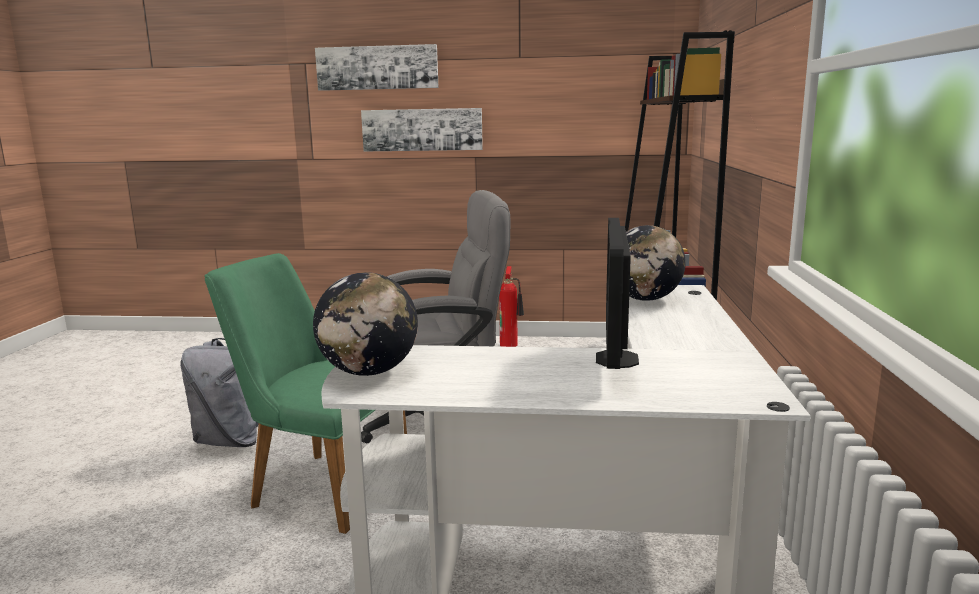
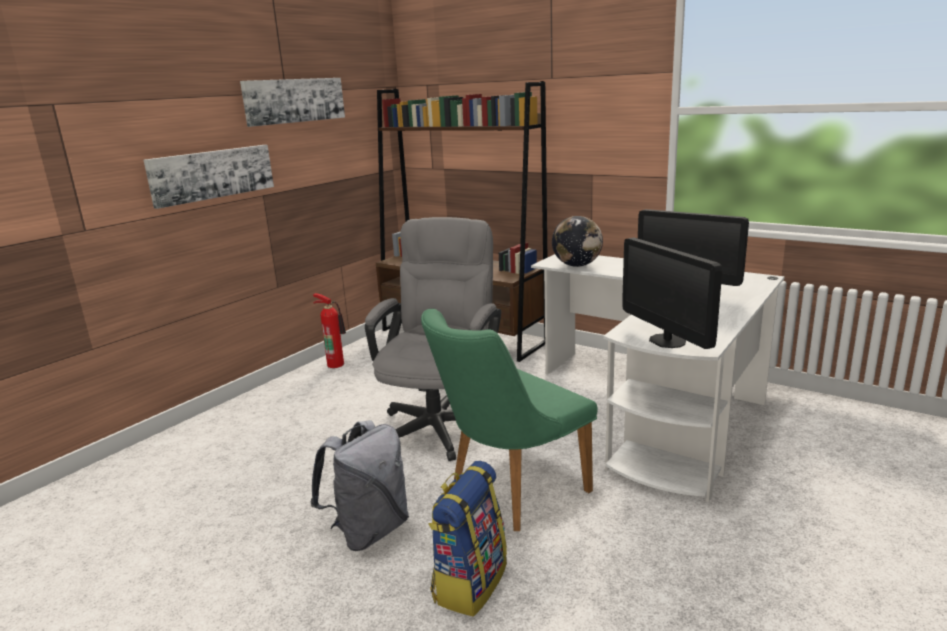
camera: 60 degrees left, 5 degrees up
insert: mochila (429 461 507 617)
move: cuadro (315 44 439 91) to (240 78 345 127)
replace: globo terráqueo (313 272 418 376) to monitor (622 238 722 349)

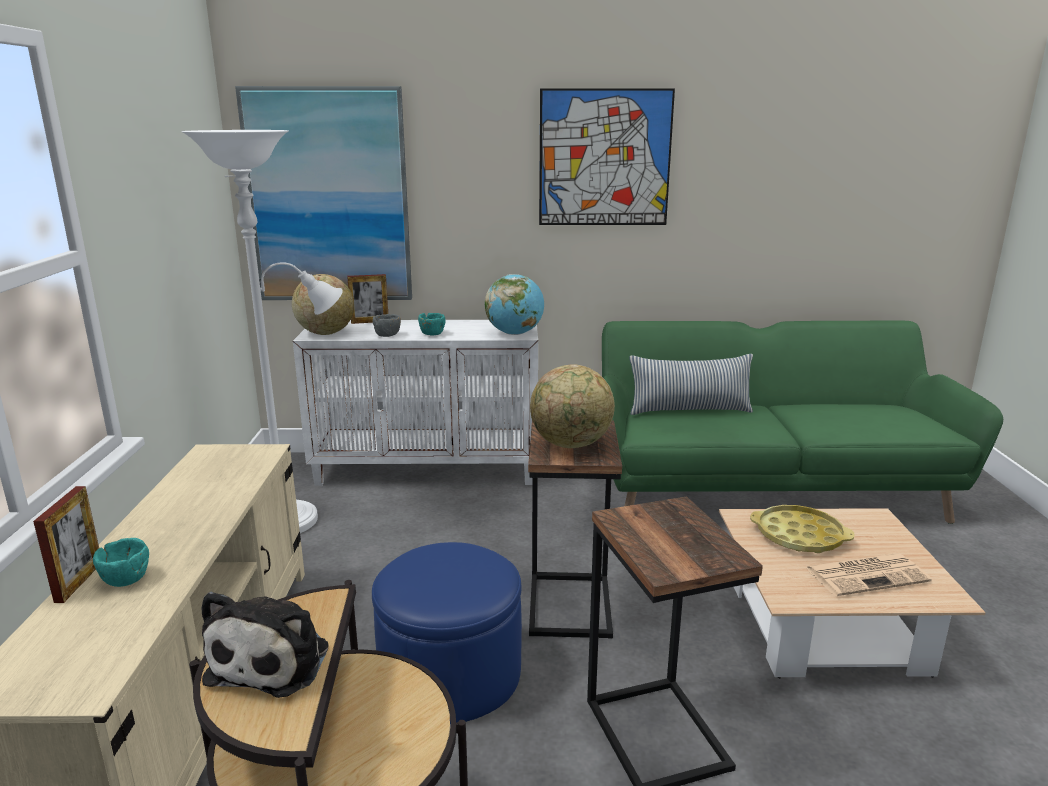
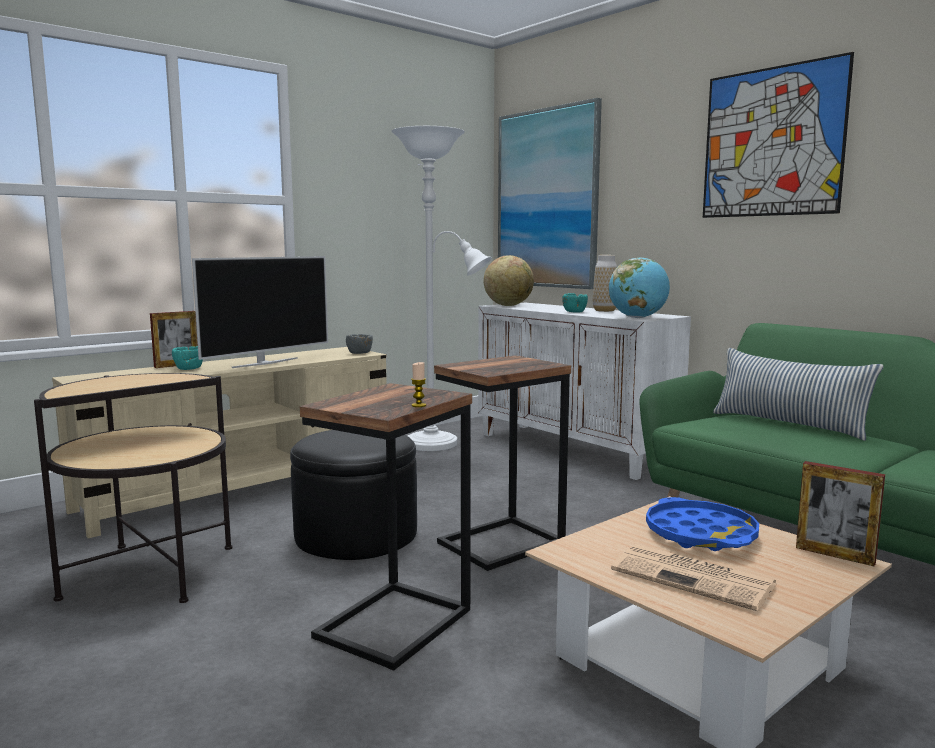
camera: 50 degrees right, 10 degrees down
delete: peluche (201 591 328 698); globo terráqueo (530 364 615 448)
insert: televisor (192 256 328 368); vela (411 362 426 407); florero (593 255 617 312)
move: portarretratos (347 274 388 324) to (796 461 885 566); cuenco/gris (373 314 401 337) to (346 334 373 354)
recolor: puf/azul (372 542 522 724) to puf/negro (290 430 417 560); bandeja/amarillo (750 505 854 553) to bandeja/azul (646 497 759 551)

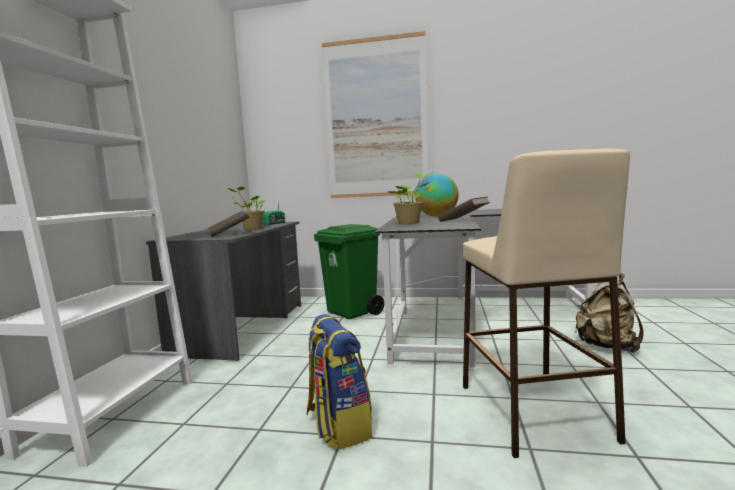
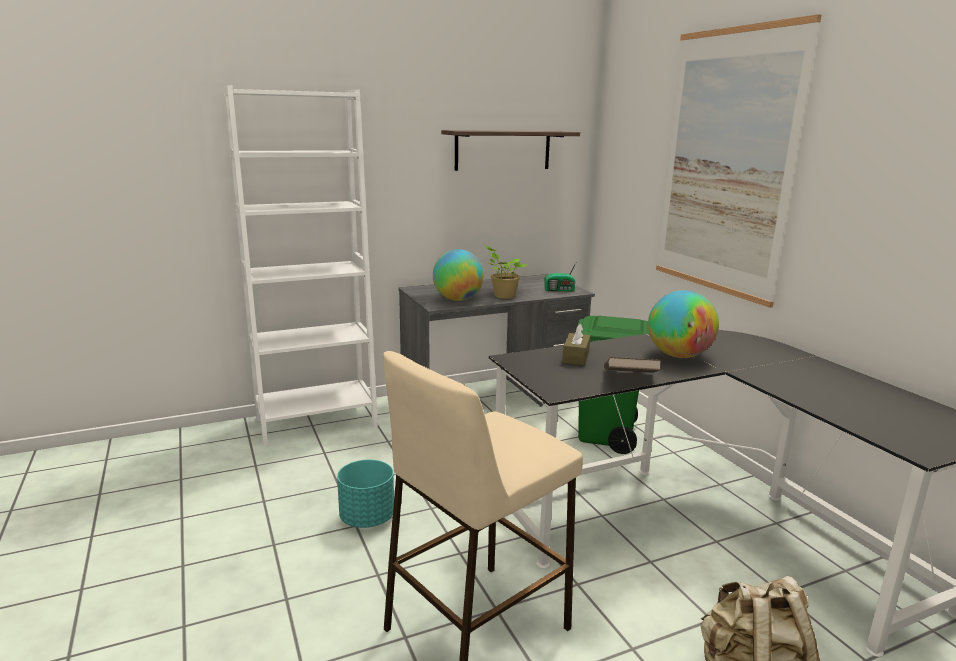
camera: 55 degrees right, 10 degrees up
insert: estante (441 130 580 171)
replace: libro/marrón (207 211 249 237) to globo terráqueo (433 249 484 301); mochila (307 314 372 450) to maceta/turquesa (337 460 394 528); planta en maceta (387 172 433 224) to caja de pañuelos/marrón (562 324 590 365)

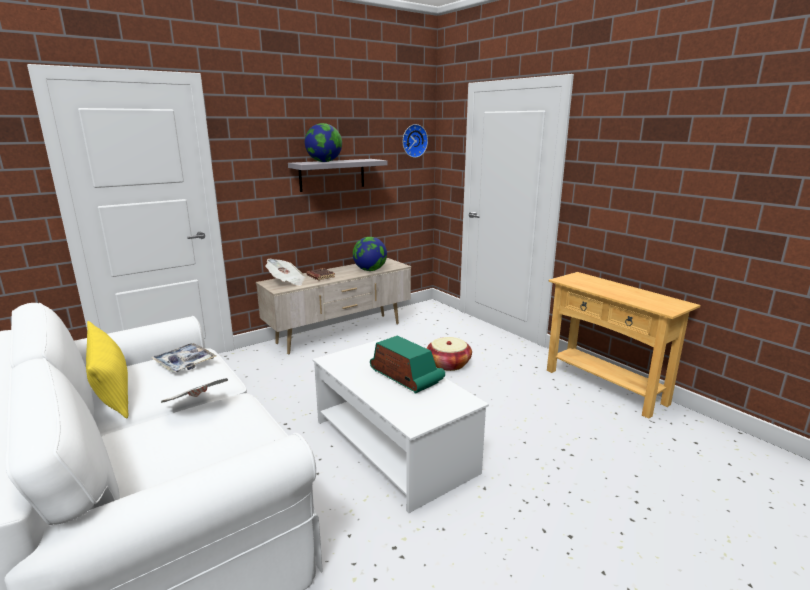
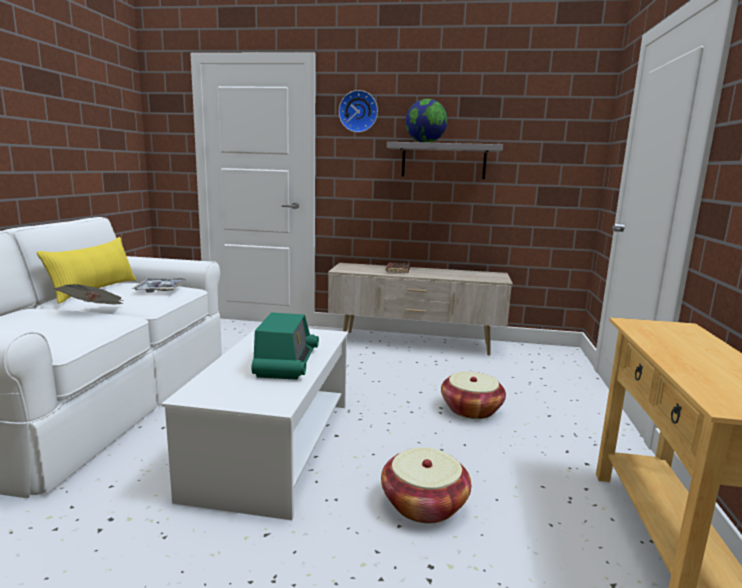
camera: 45 degrees right, 5 degrees down
delete: periódico (265 259 306 286); globo terráqueo (353 237 387 271)
insert: cesta (381 447 471 523)
move: reloj de pared (402 124 428 158) to (339 90 378 133)

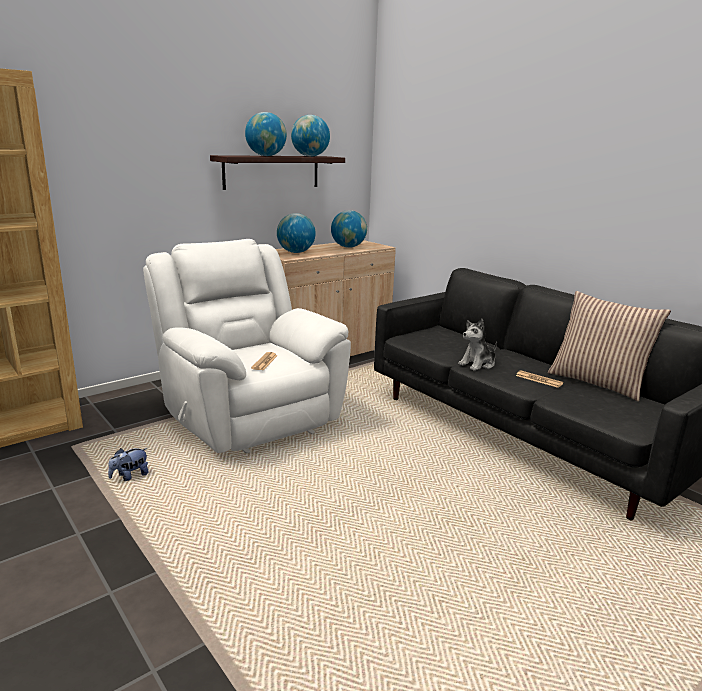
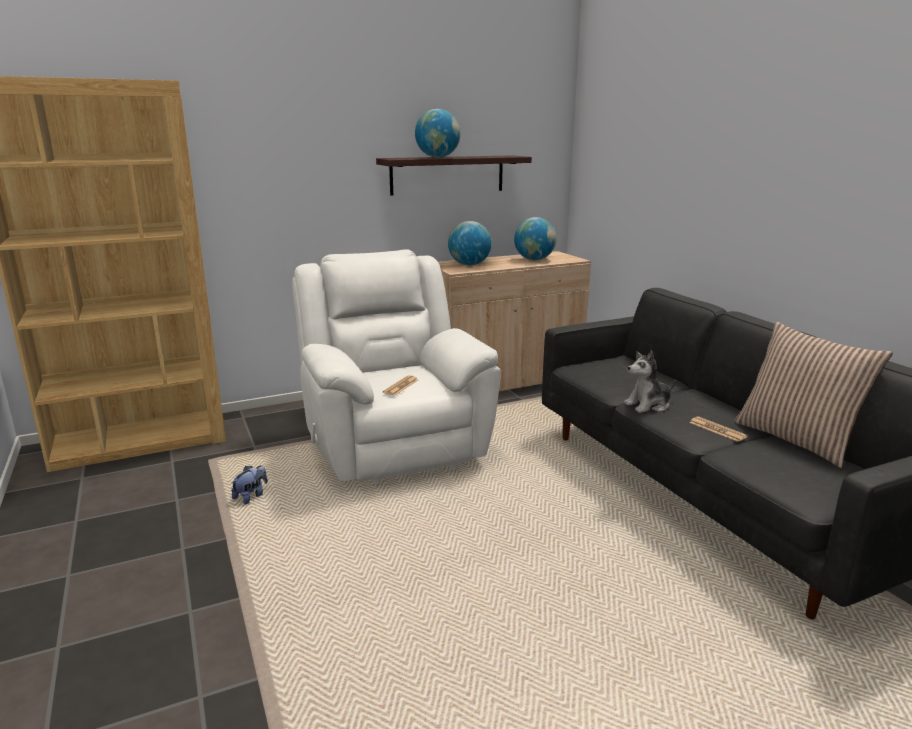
camera: 15 degrees right, 0 degrees up
delete: globo terráqueo (291 115 330 157)
rotate: peluche (108 448 149 481) = (231 465 268 504) 150 degrees clockwise

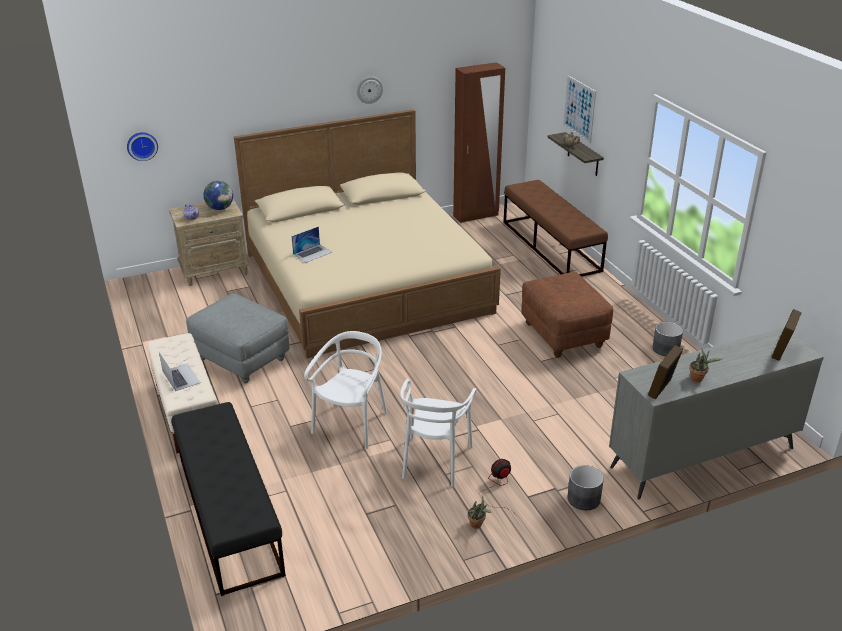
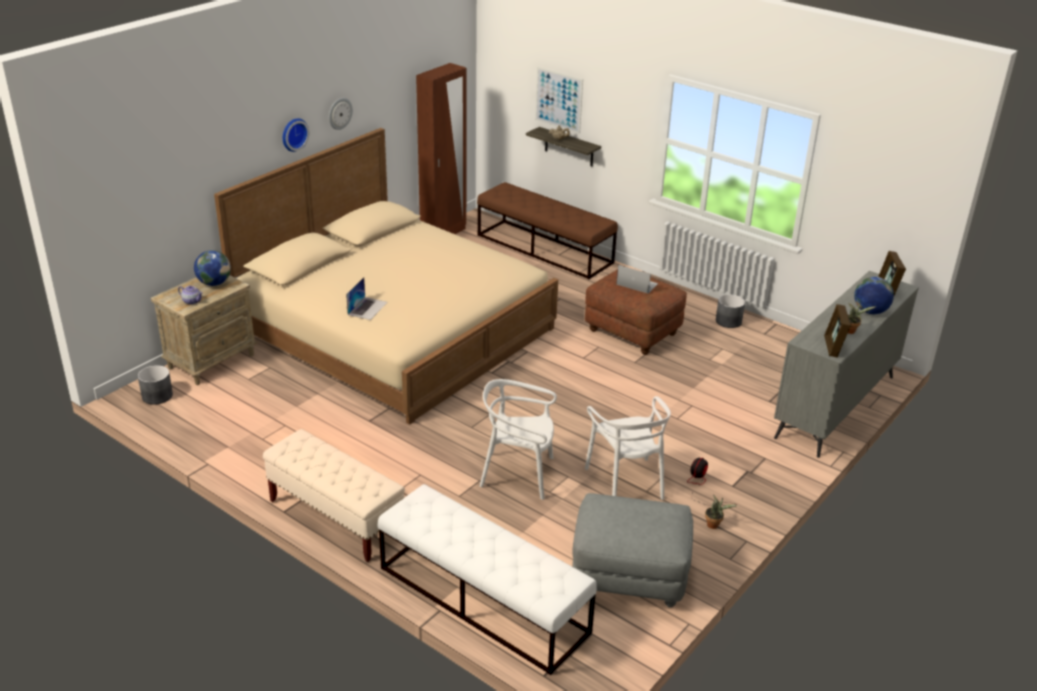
camera: 30 degrees left, 0 degrees up
insert: globo terráqueo (854 277 894 314)
move: reloj de pared (127 132 158 161) to (283 119 309 152); portátil (159 352 201 391) to (617 265 658 294); puf/gris (186 293 290 383) to (572 493 693 608); maceta/gris (567 465 604 510) to (138 365 173 405)
recolor: banco/negro (171 402 286 596) to banco/blanco (377 484 597 675)
rotate: silla/blanco (304 331 387 449) = (480 379 557 500) 75 degrees counterclockwise

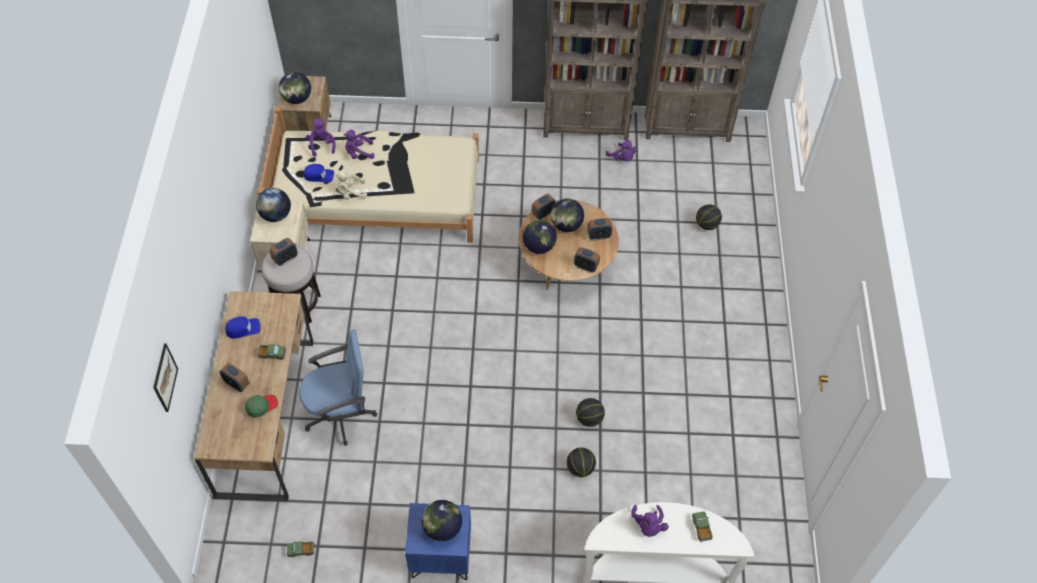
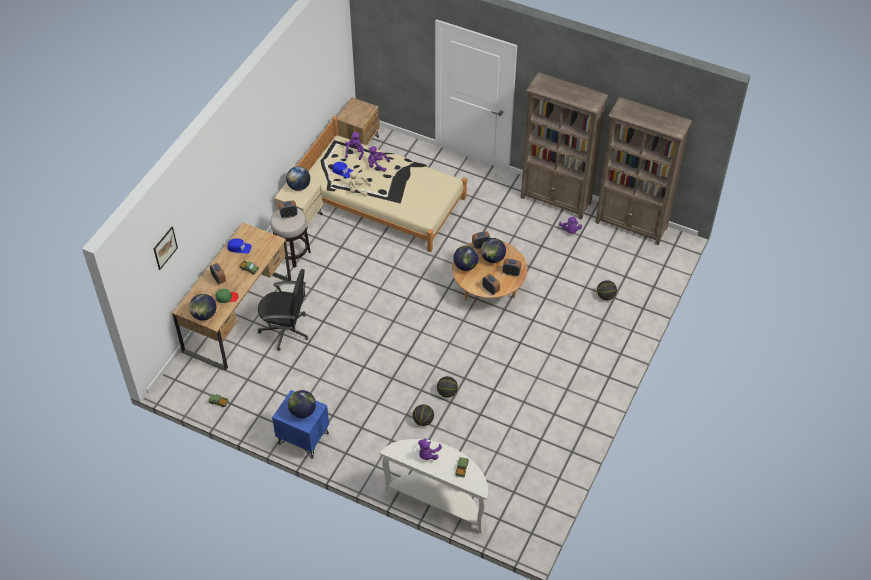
camera: 25 degrees right, 5 degrees down
move: globo terráqueo (279 72 311 104) to (189 294 216 321)
recolor: silla de oficina/azul (299 329 377 446) to silla de oficina/negro (258 269 309 351)

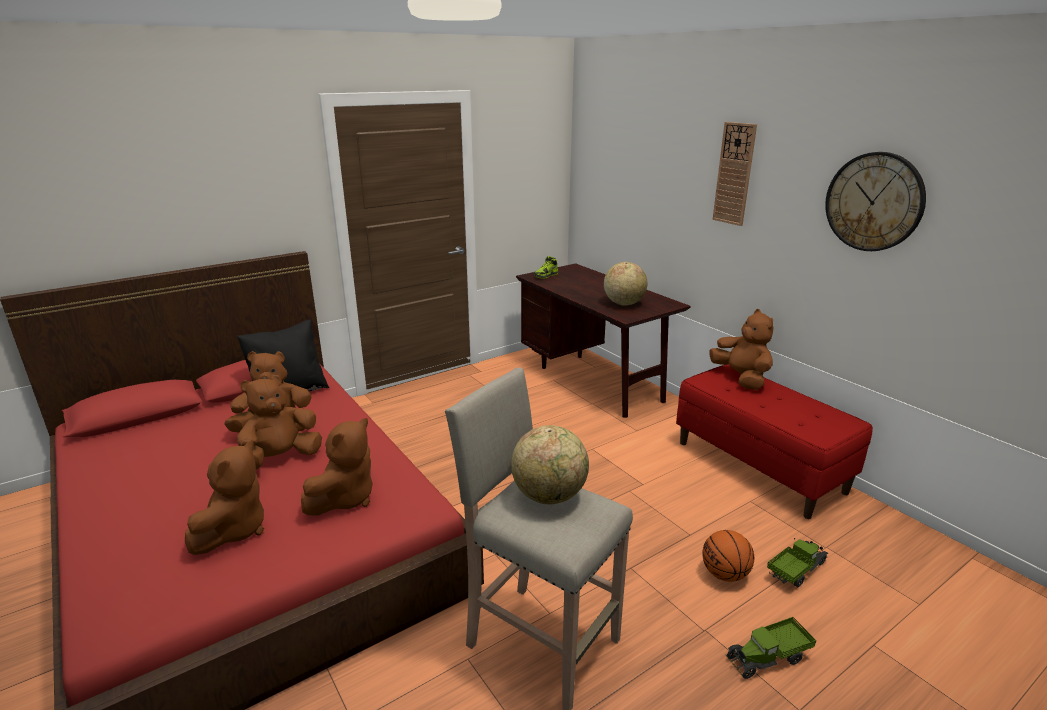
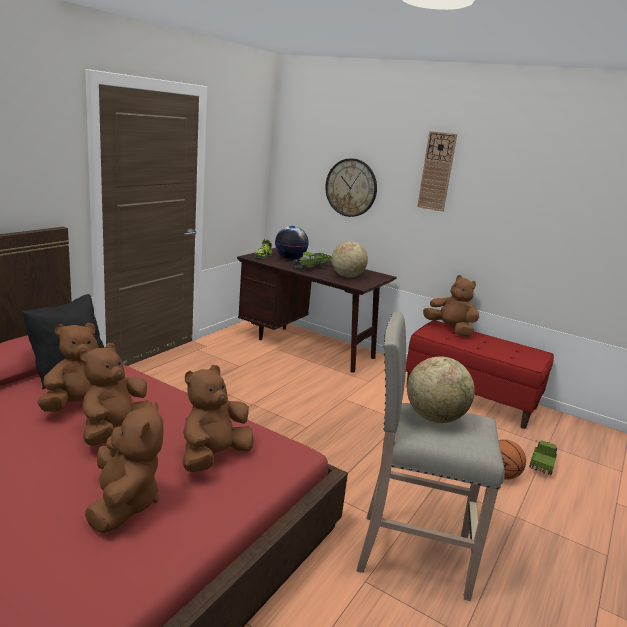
camera: 25 degrees left, 5 degrees down
insert: globo terráqueo (275 226 308 260)
move: camión de juguete (727 617 817 679) to (291 252 332 272); reloj de pared (825 152 926 251) to (325 158 377 217)
rotate: peluche/marrón (301 418 373 515) = (182 365 254 473) 150 degrees counterclockwise

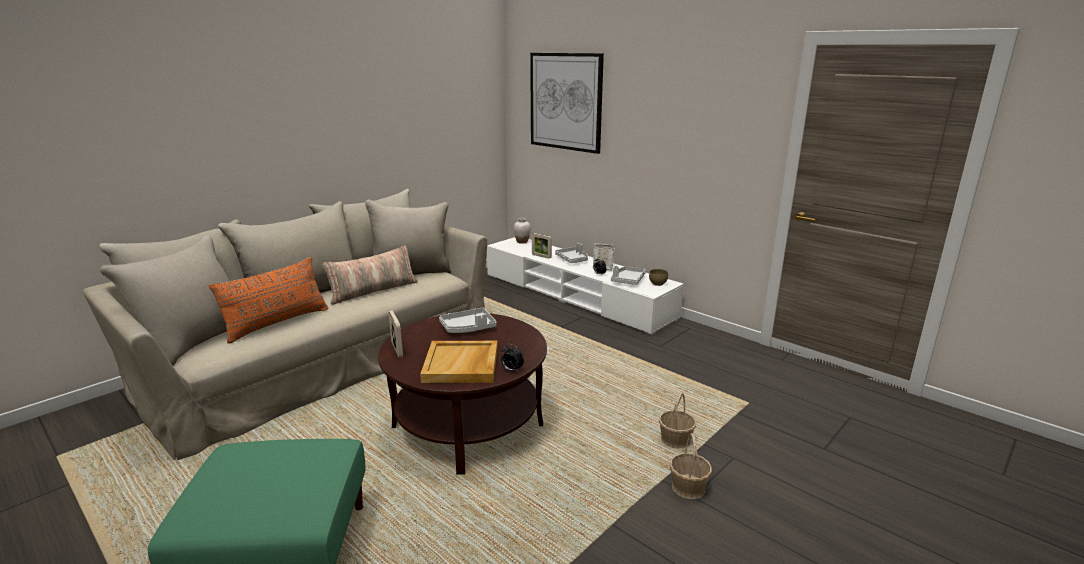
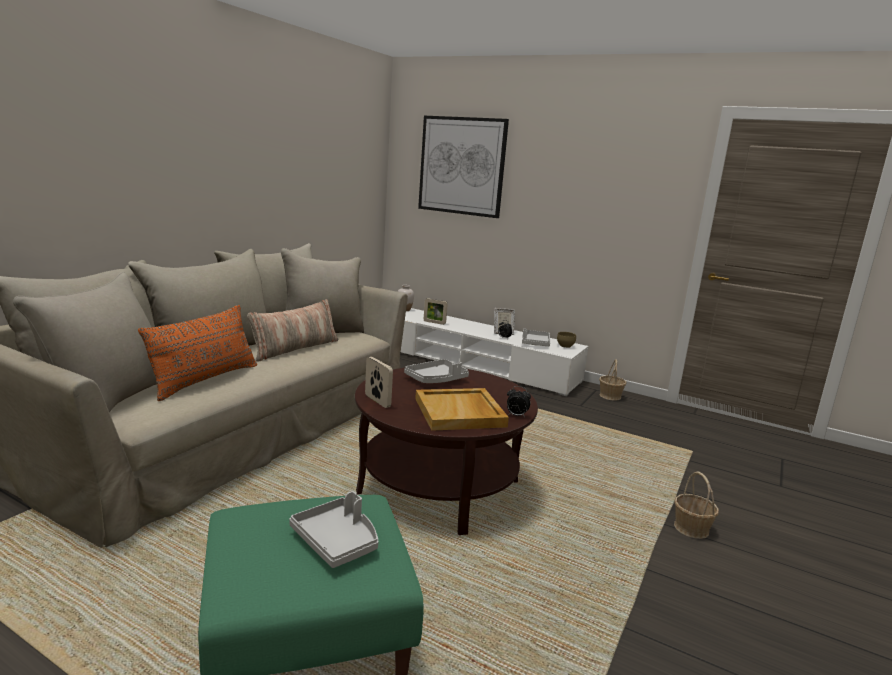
camera: 15 degrees left, 5 degrees down
move: bandeja/gris (555 243 588 263) to (289 491 379 568); cesta (659 392 696 449) to (599 359 627 401)

